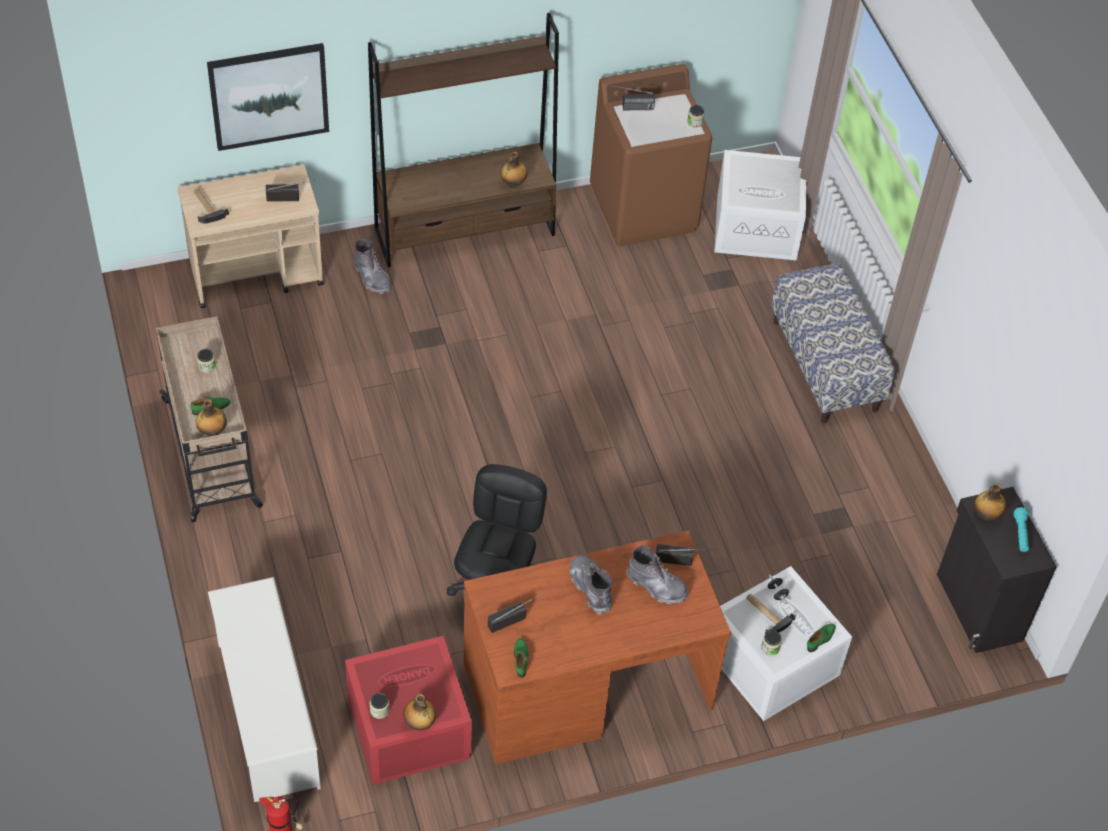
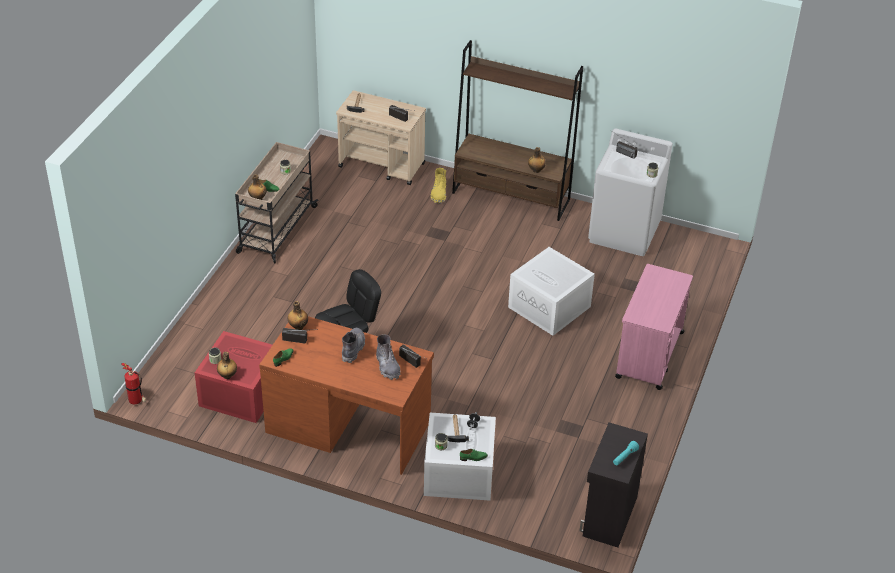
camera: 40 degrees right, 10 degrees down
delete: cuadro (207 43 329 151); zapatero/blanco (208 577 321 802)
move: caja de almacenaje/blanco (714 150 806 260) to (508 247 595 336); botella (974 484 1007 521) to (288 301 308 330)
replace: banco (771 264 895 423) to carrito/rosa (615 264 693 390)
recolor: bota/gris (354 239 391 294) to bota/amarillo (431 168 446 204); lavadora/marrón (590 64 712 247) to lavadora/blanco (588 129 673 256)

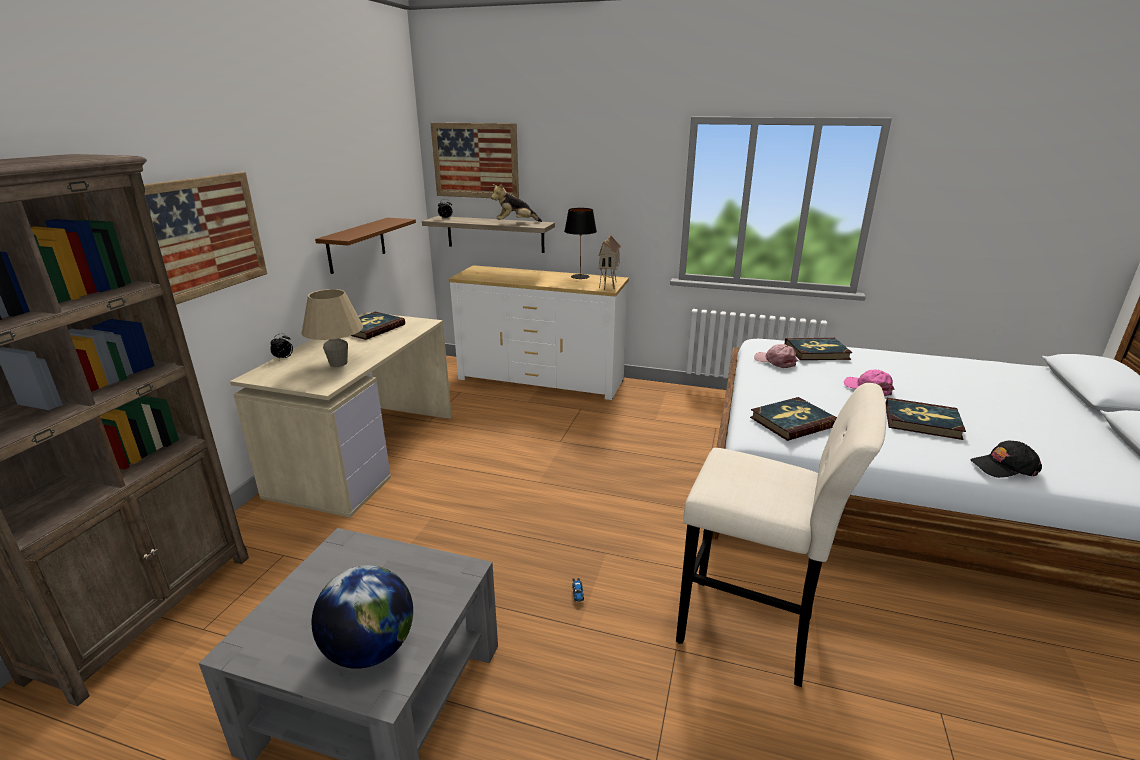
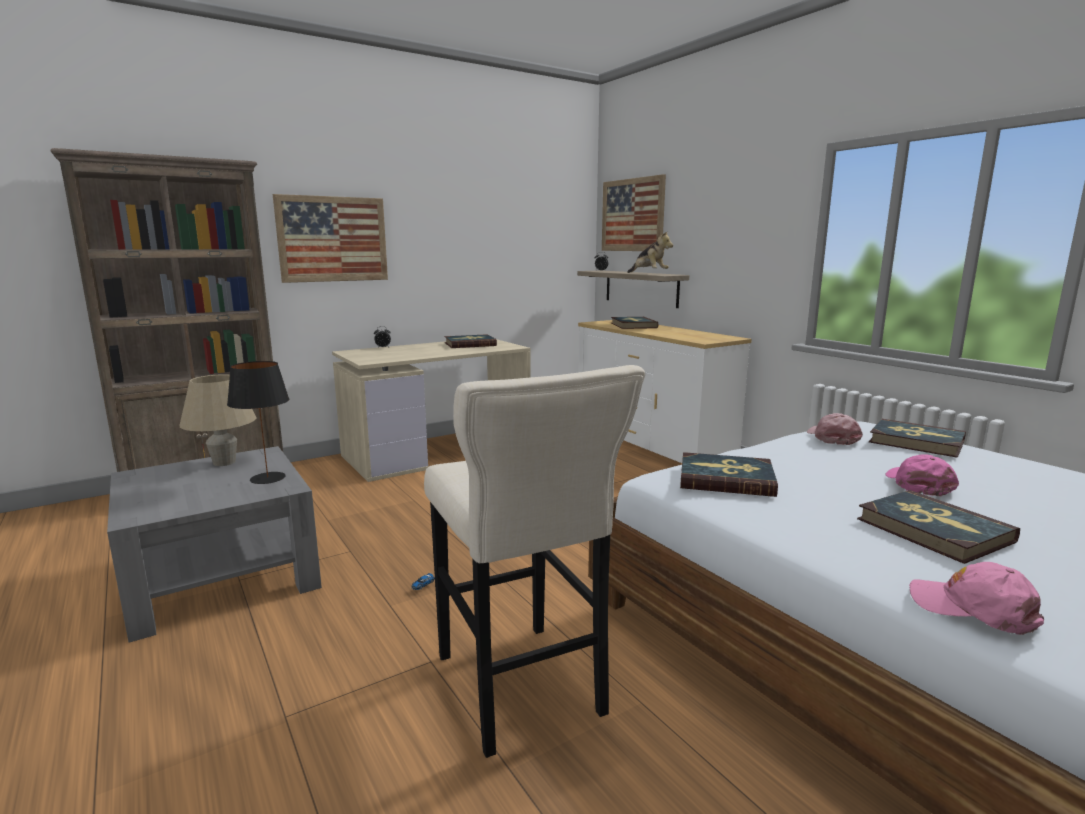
camera: 40 degrees right, 10 degrees down
delete: globo terráqueo (312 565 413 669); estante/marrón (315 218 416 274); casita (598 235 621 290)
insert: libro (611 317 659 329)
move: lámpara de mesa/beis (301 289 363 367) to (180 374 256 466); lámpara de mesa/negro (564 208 597 279) to (227 361 290 484)
recolor: gorra/negro (971 441 1042 478) to gorra/rosa (909 562 1044 635)
rotate: peluche (491 183 542 222) = (627 232 673 273) 150 degrees counterclockwise

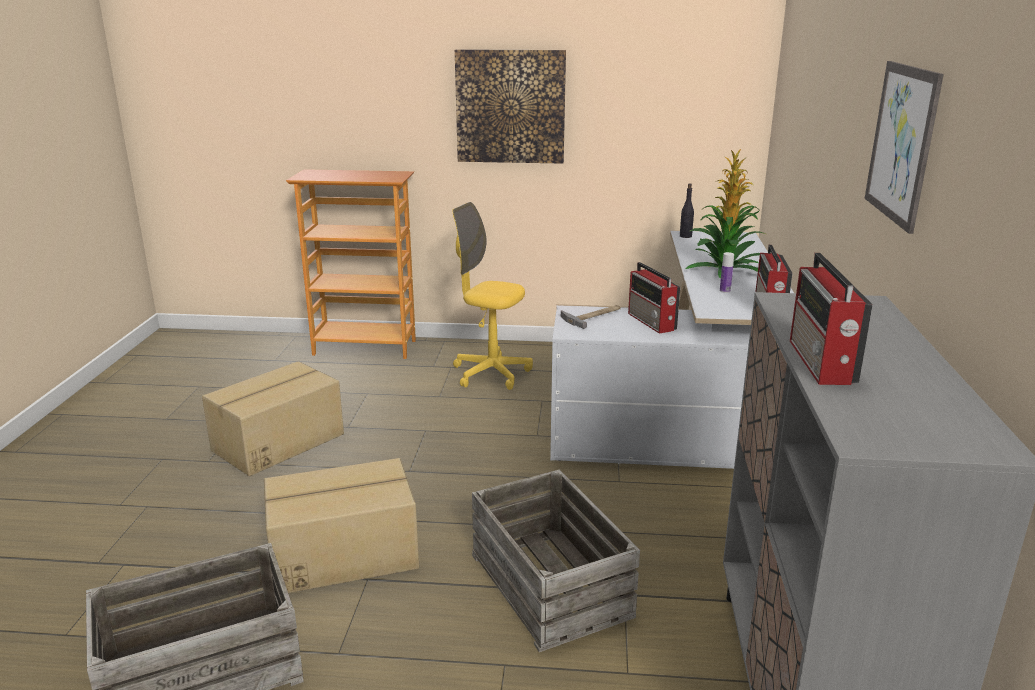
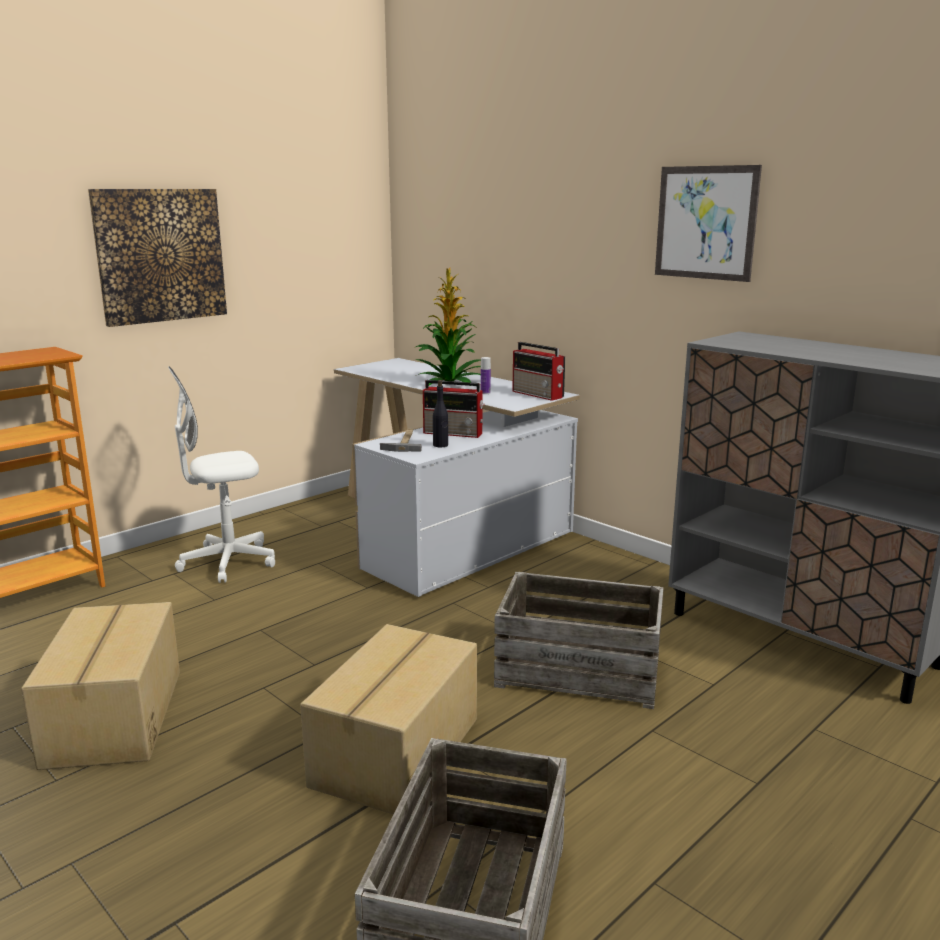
camera: 50 degrees left, 5 degrees down
delete: radio (790 253 873 385)
move: botella/negro (680 183 694 238) to (433 380 448 447)
recolor: silla de oficina/amarillo (452 202 533 390) to silla de oficina/blanco (168 367 275 583)

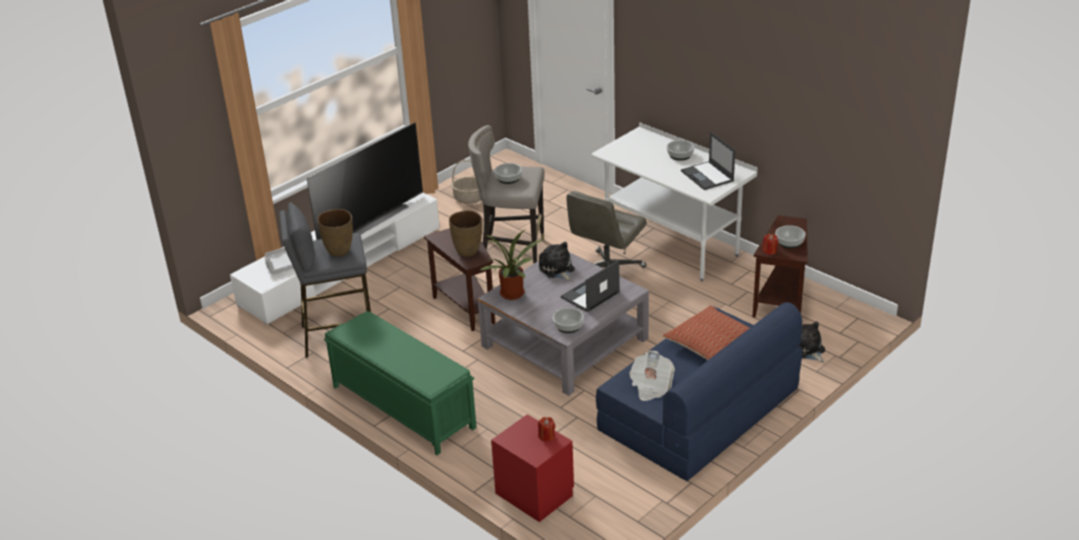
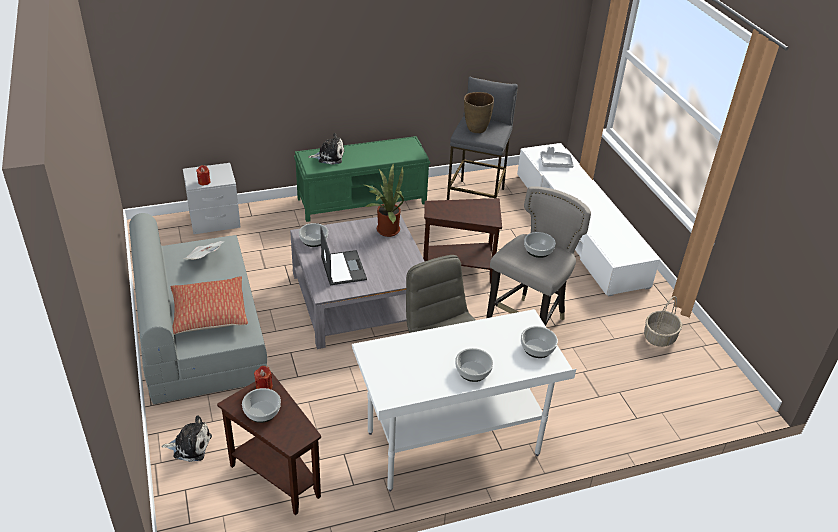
camera: 115 degrees right, 5 degrees up
delete: televisor (307 123 423 240); florero/marrón (449 210 483 257); portátil (681 132 735 190)
insert: cuenco (521 326 558 358)
move: peluche (539 241 575 281) to (309 133 344 165)
recolor: mesita de noche/rojo (491 414 574 522) to mesita de noche/gris (183 163 241 234); sofá/azul (596 302 802 481) to sofá/gris (129 213 267 404)

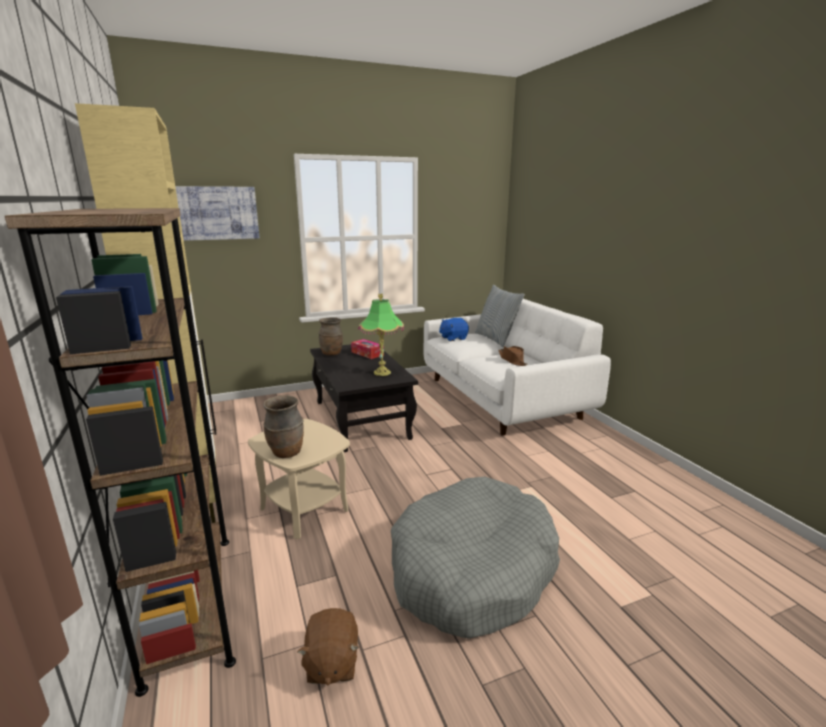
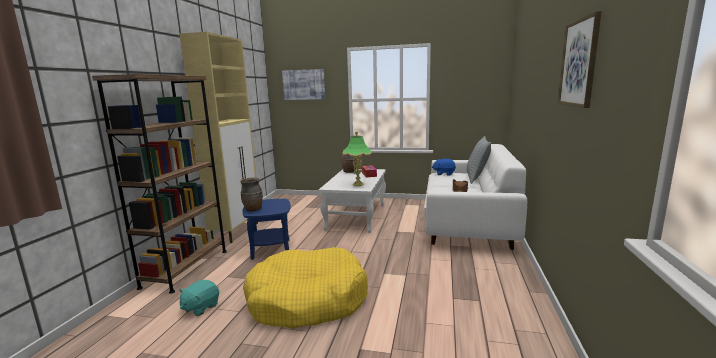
camera: 35 degrees right, 5 degrees down
insert: cuadro (558 11 602 108)
recolor: mesa auxiliar/beis (248 419 350 539) to mesa auxiliar/azul (243 199 291 260); peluche/marrón (297 608 359 686) to peluche/turquesa (179 280 219 316); mesa de centro/negro (310 344 418 452) to mesa de centro/blanco (319 169 386 233); cama para perro/gris (391 477 560 639) to cama para perro/amarillo (243 247 368 329)

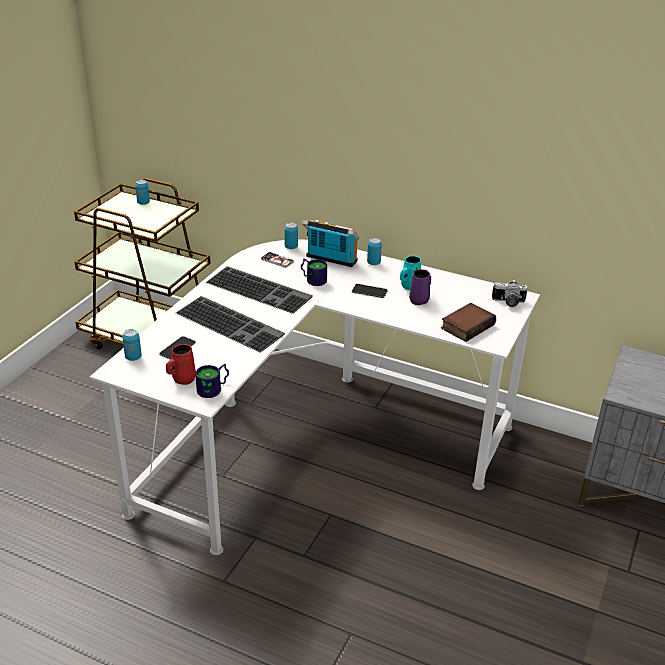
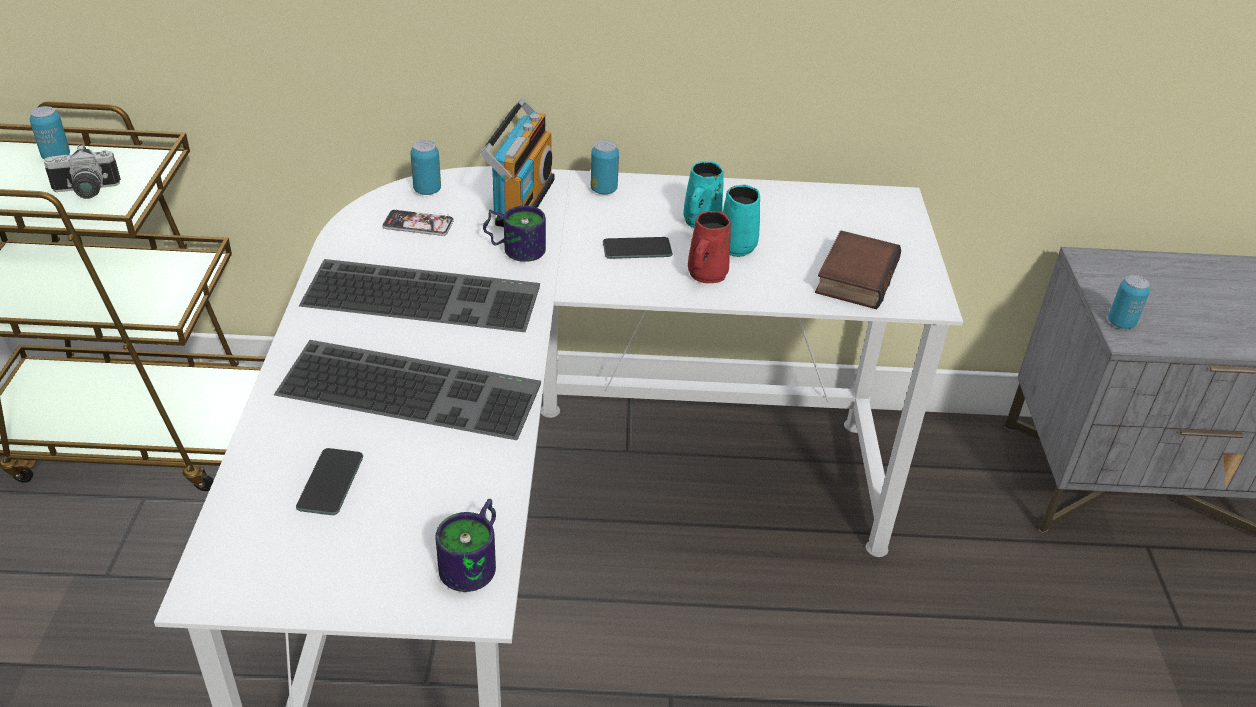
camera: 25 degrees left, 5 degrees up
move: lata (122 329 142 361) to (1108 275 1150 329); taza grande/rojo (166 344 196 385) to (688 211 731 283); cámara (492 279 527 307) to (44 144 121 199)
recolor: taza grande/morado (409 269 431 305) to taza grande/turquesa (723 185 760 257)
rotate: radio (302 220 359 267) = (480 98 555 227) 105 degrees clockwise

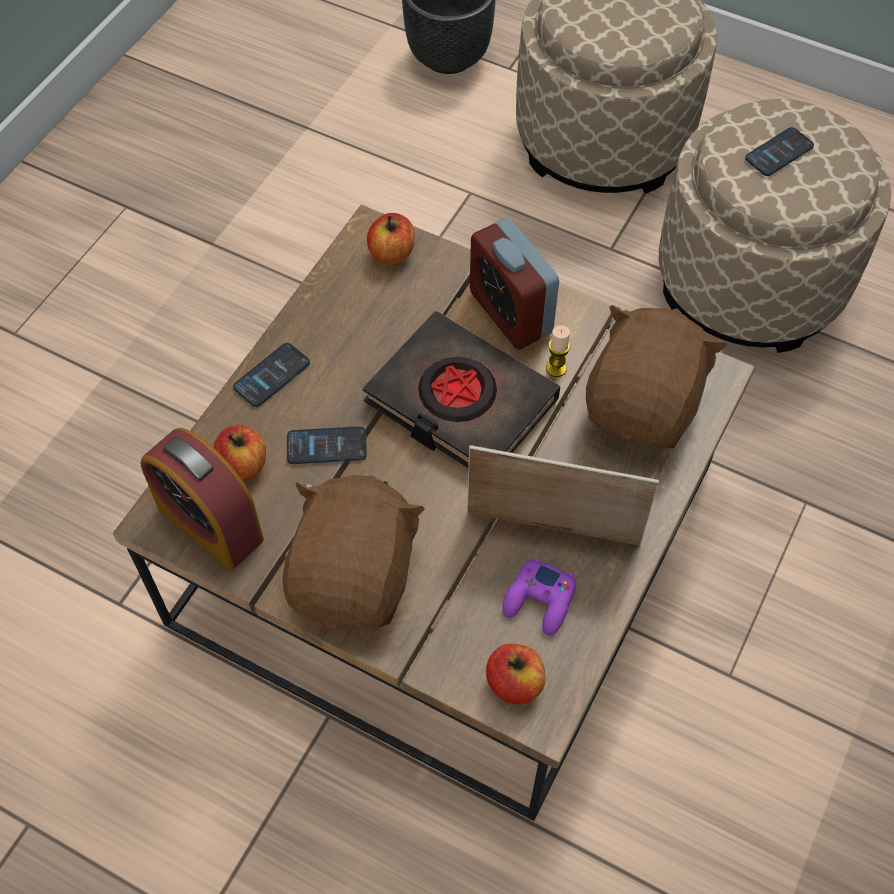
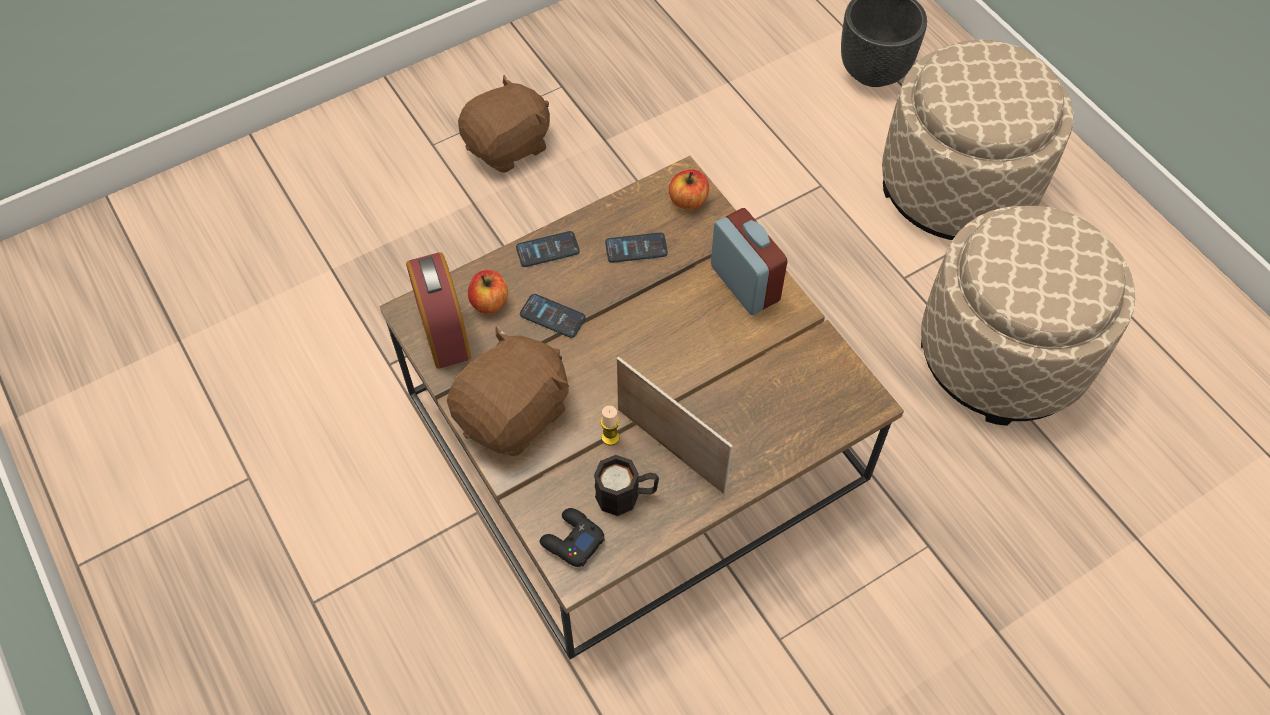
camera: 30 degrees right, 0 degrees up
delete: libro/negro (363 311 560 468)
move: vela (546 325 570 377) to (600 406 620 446); peluche/marrón (586 305 727 448) to (458 75 550 173); móvil (745 127 814 176) to (605 233 668 263)
replace: manzana (486 643 545 704) to mando de consola/negro (540 508 605 567); mando de consola/morado (502 558 576 636) to taza grande/negro (594 455 659 516)
rotate: despertador (470 218 559 350) = (711 208 787 315) 150 degrees clockwise

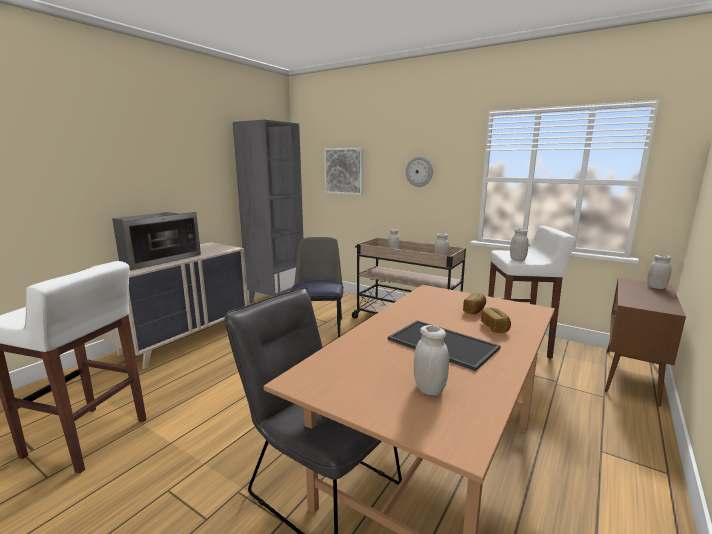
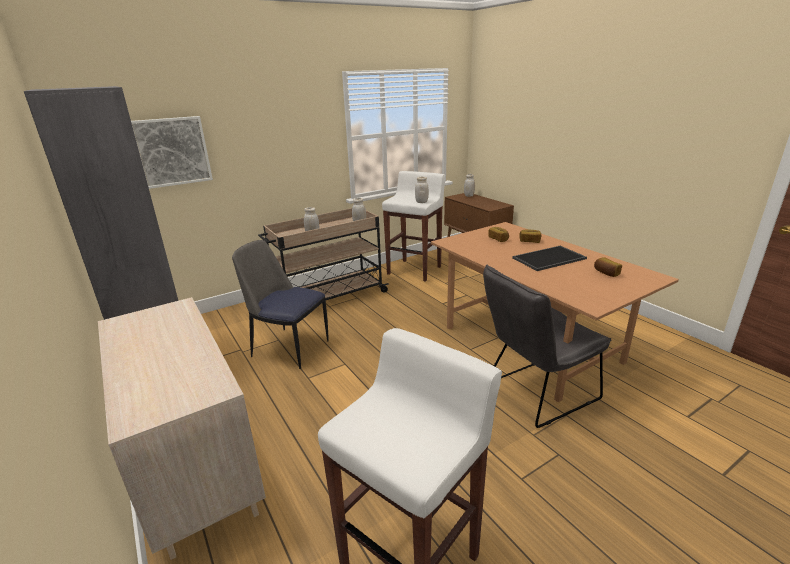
camera: 65 degrees left, 10 degrees up
delete: microondas (112 212 201 271); reloj de pared (406 157 433 187)
replace: tarro/blanco (414 325 449 396) to pan (594 257 622 277)

